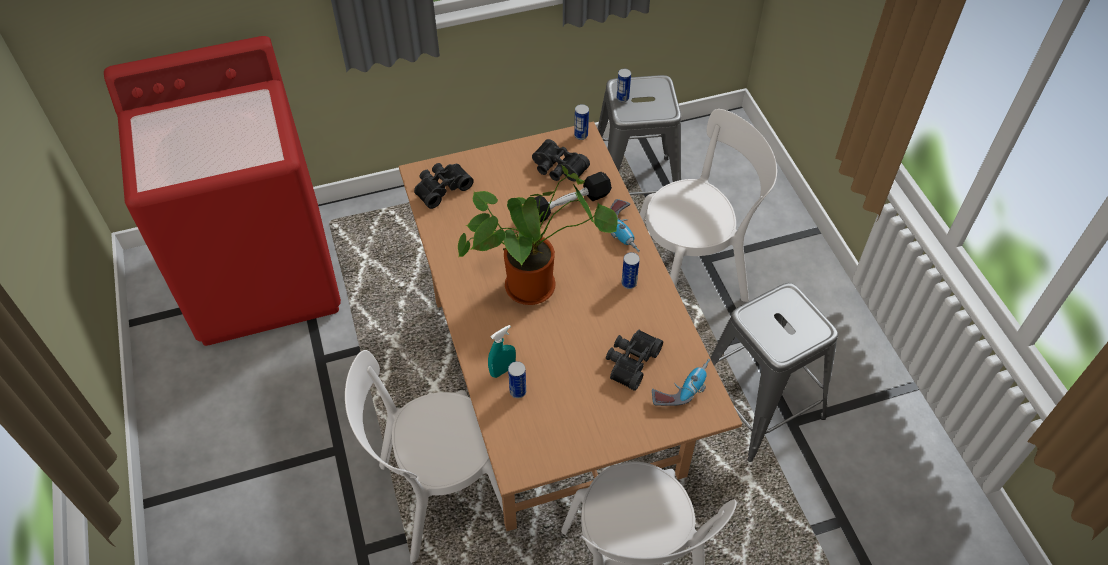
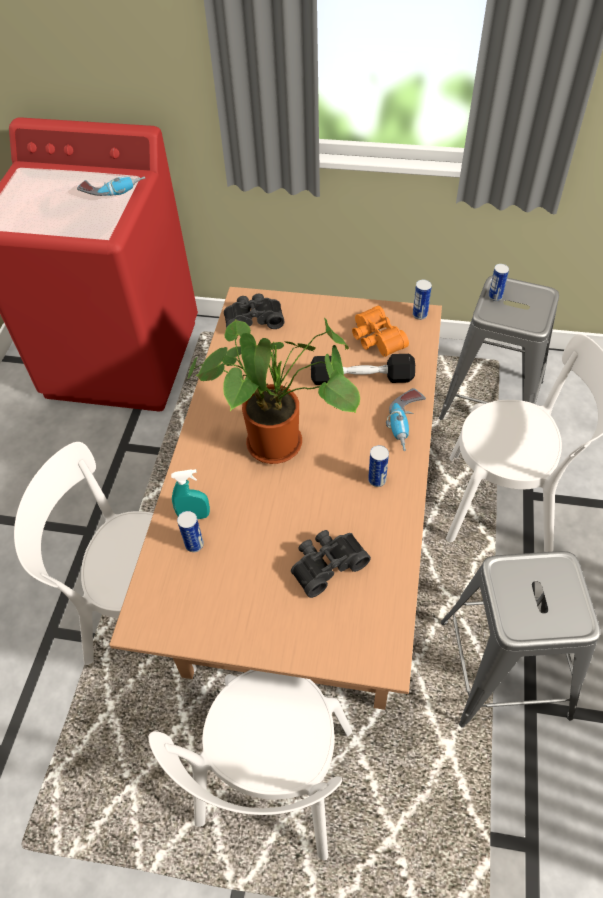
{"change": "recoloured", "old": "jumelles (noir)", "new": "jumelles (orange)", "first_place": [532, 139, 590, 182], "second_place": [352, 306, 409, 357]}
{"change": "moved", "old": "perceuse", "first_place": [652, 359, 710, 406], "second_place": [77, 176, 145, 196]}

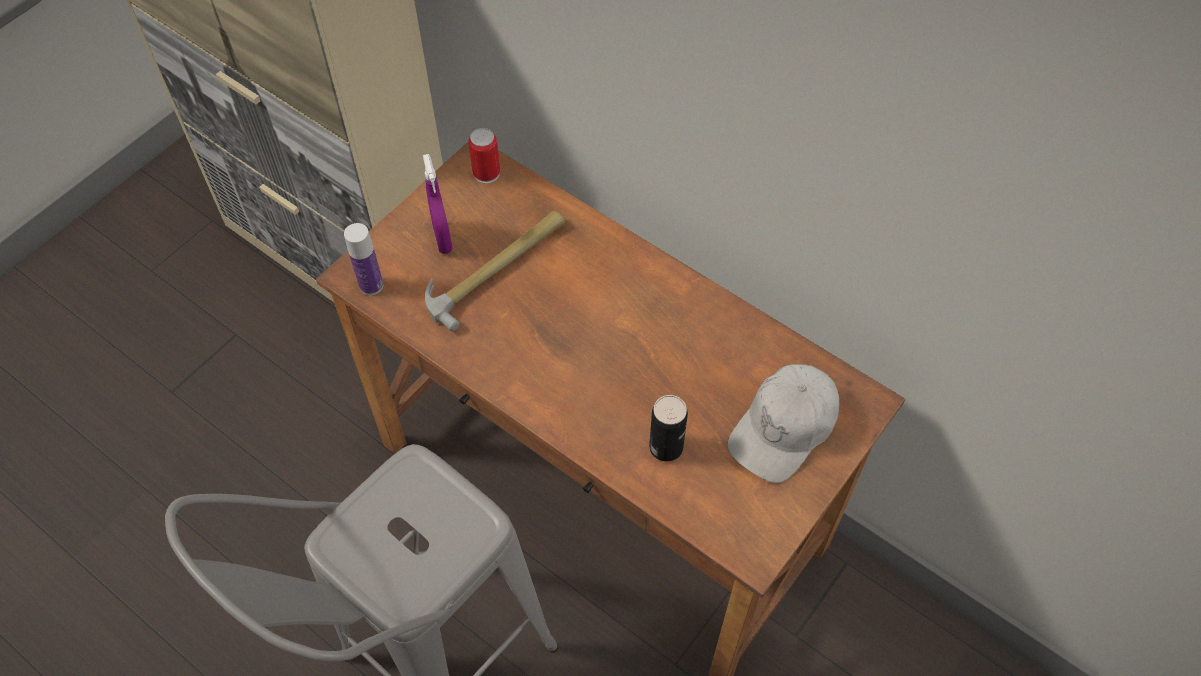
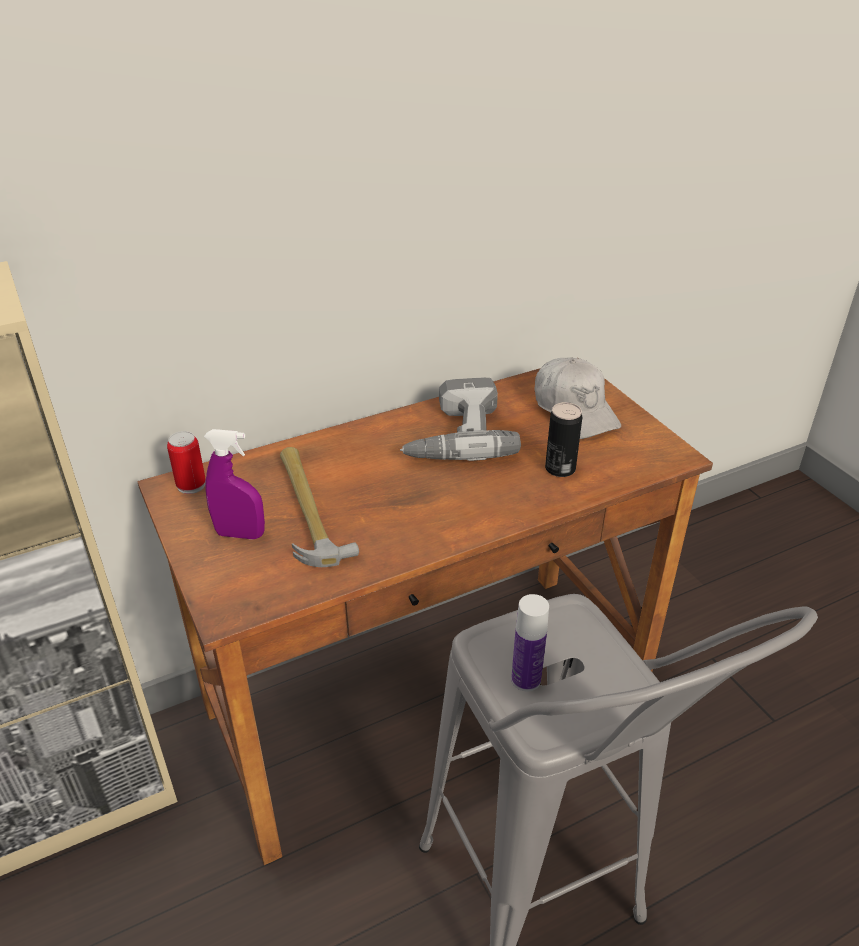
{"change": "moved", "old": "bouteille", "first_place": [344, 223, 383, 295], "second_place": [511, 594, 549, 692]}
{"change": "added", "new": "perceuse", "second_place": [400, 377, 521, 461]}

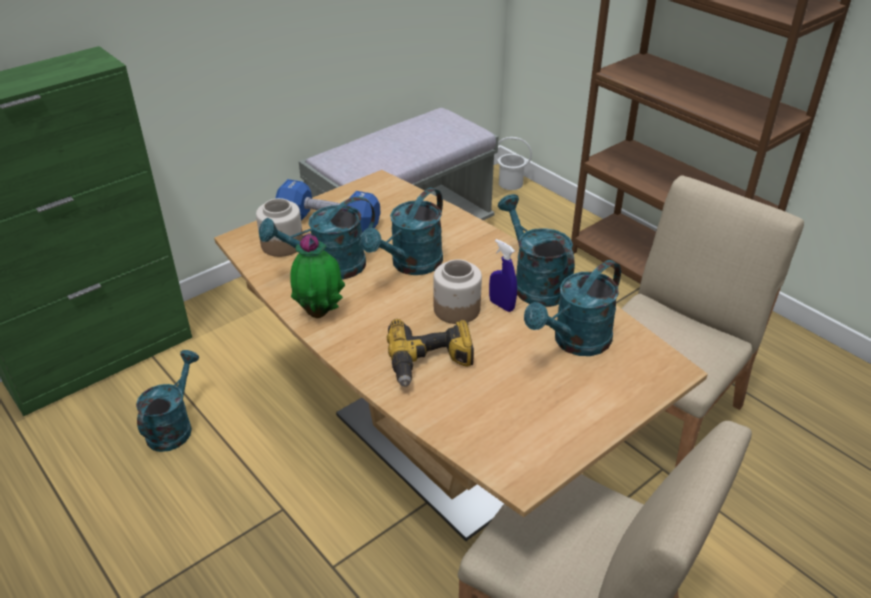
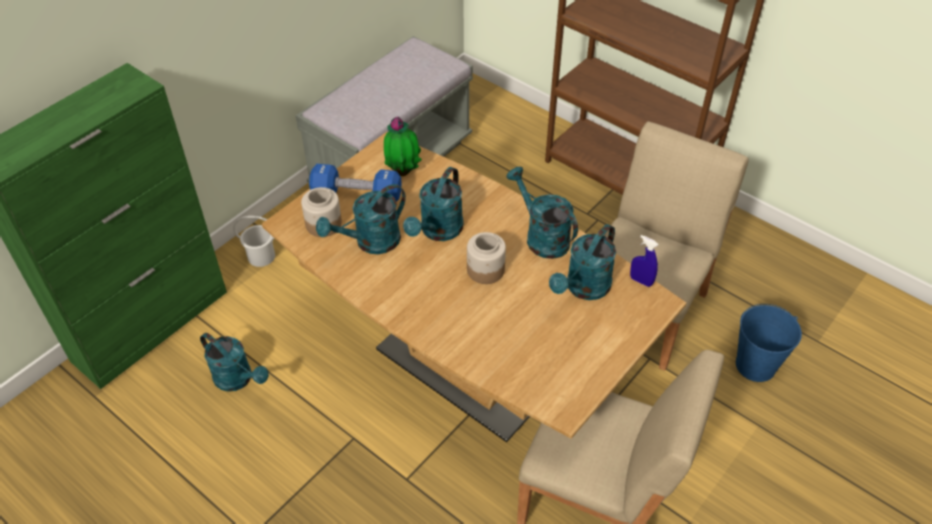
{"change": "moved", "old": "seau (blanc)", "first_place": [494, 137, 532, 190], "second_place": [233, 216, 275, 267]}
{"change": "moved", "old": "plante en pot", "first_place": [290, 233, 345, 318], "second_place": [384, 117, 422, 176]}
{"change": "moved", "old": "vaporisateur (bleu)", "first_place": [489, 239, 517, 312], "second_place": [630, 235, 659, 287]}
{"change": "removed", "old": "perceuse", "first_place": [387, 319, 474, 387]}
{"change": "turned", "old": "arrosoir (turquoise)", "first_place": [136, 350, 199, 452], "second_place": [200, 333, 269, 392], "degrees": 120}
{"change": "added", "new": "seau (bleu)", "second_place": [736, 304, 802, 382]}

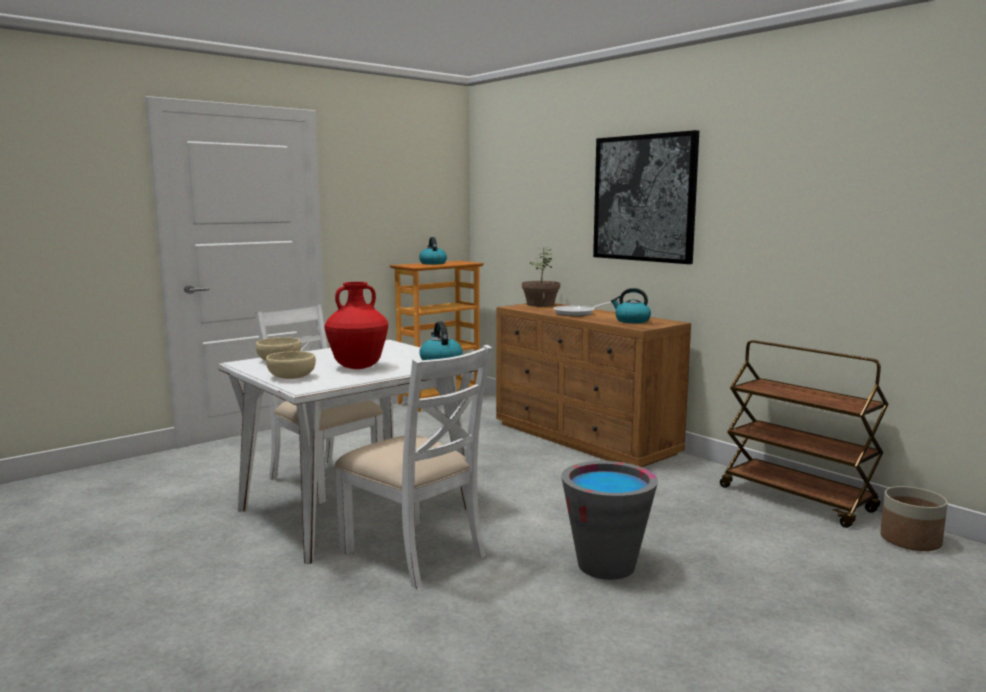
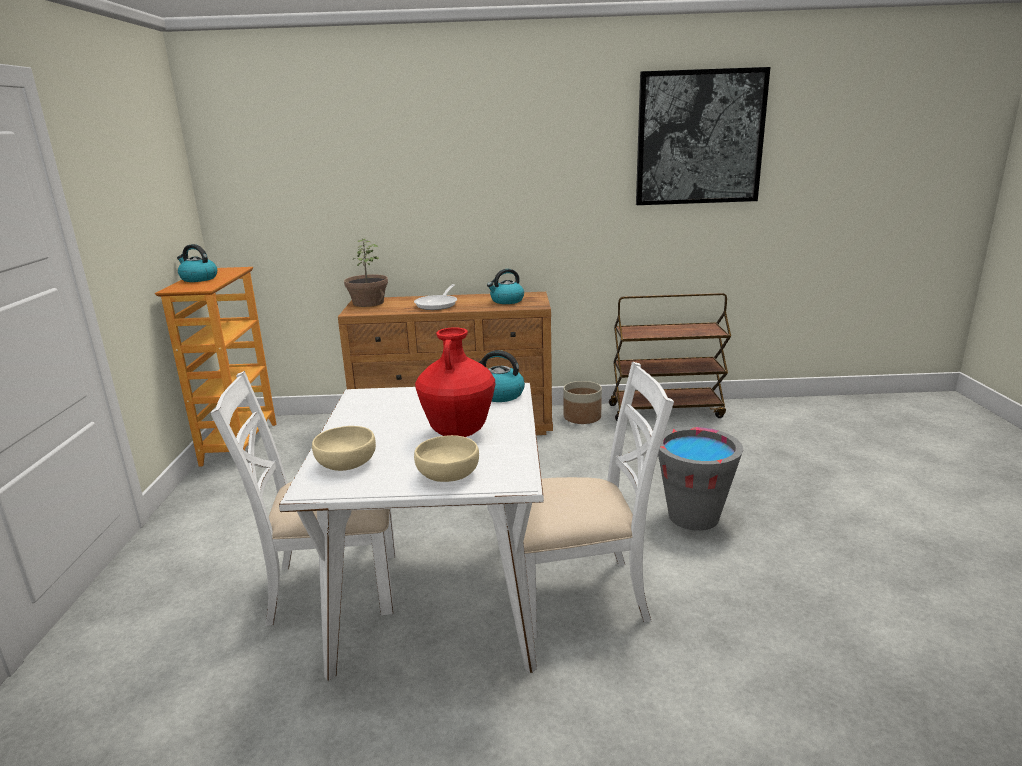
{"change": "moved", "old": "tableau", "first_place": [593, 130, 699, 264], "second_place": [636, 67, 770, 205]}
{"change": "moved", "old": "cache-pot", "first_place": [880, 486, 948, 551], "second_place": [563, 381, 602, 424]}

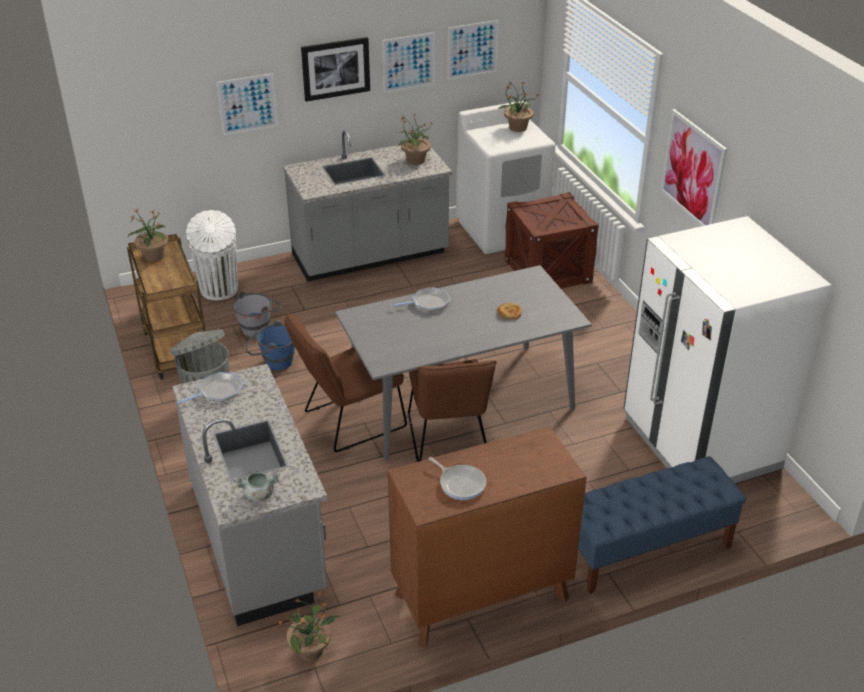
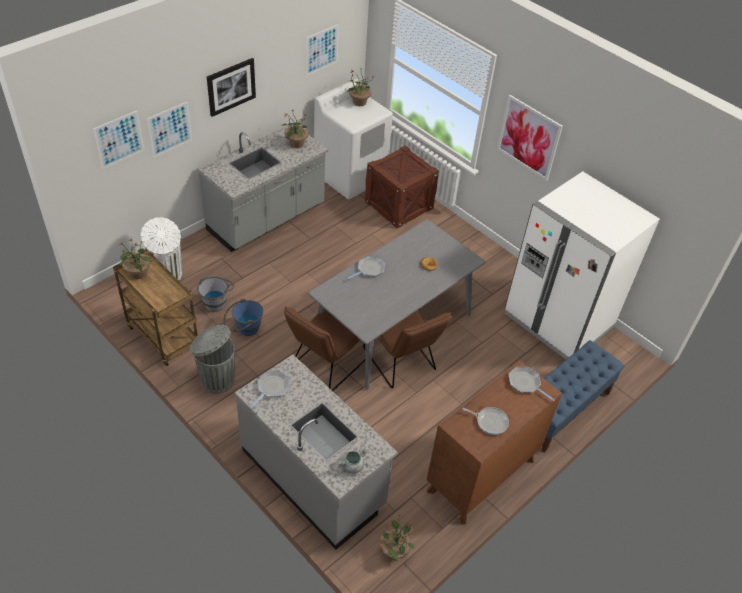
{"change": "moved", "old": "tableau", "first_place": [382, 32, 434, 93], "second_place": [93, 111, 144, 169]}
{"change": "added", "new": "poêle", "second_place": [509, 367, 554, 401]}

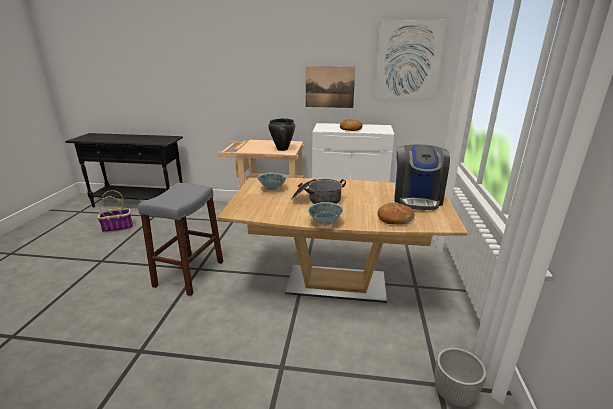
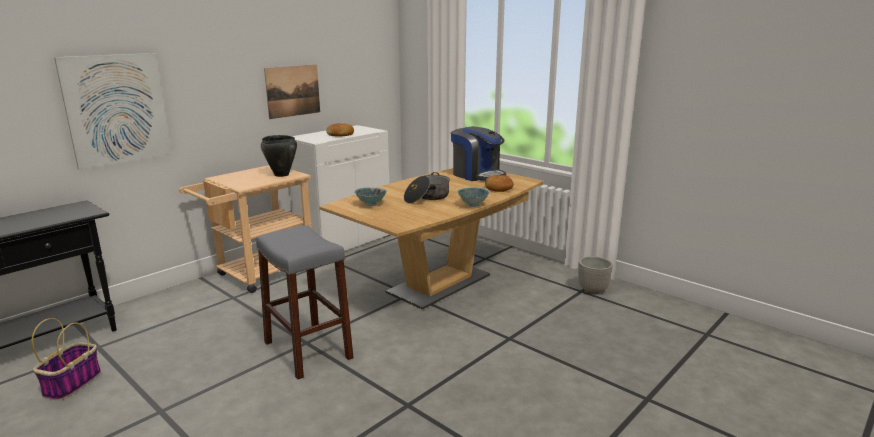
{"change": "moved", "old": "tableau", "first_place": [374, 20, 446, 98], "second_place": [54, 53, 172, 170]}

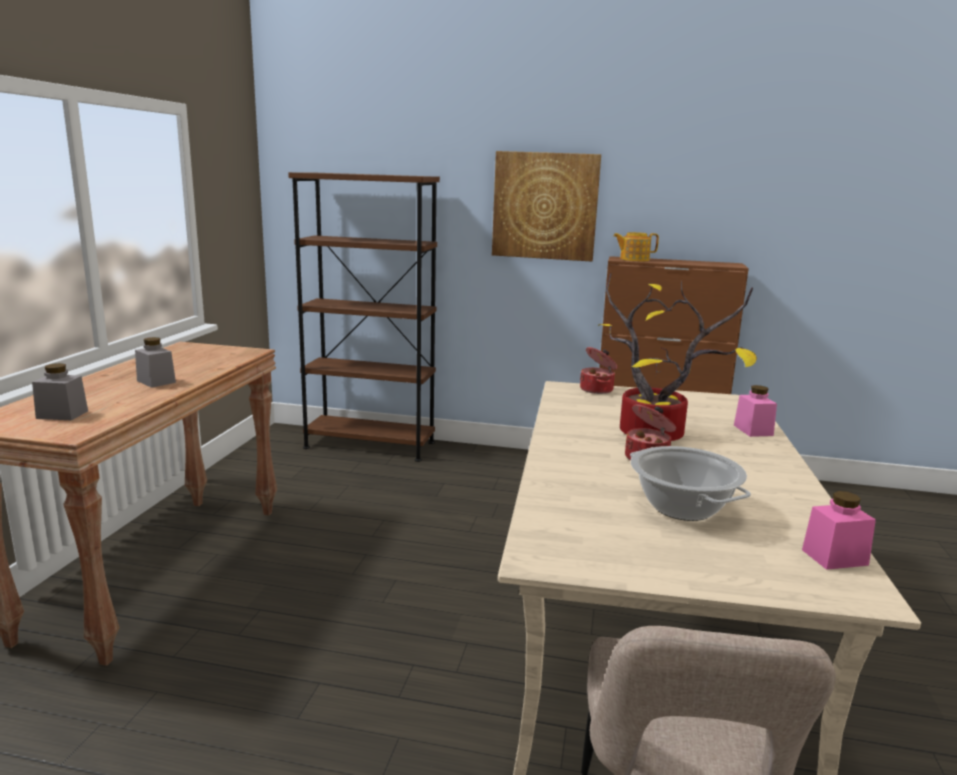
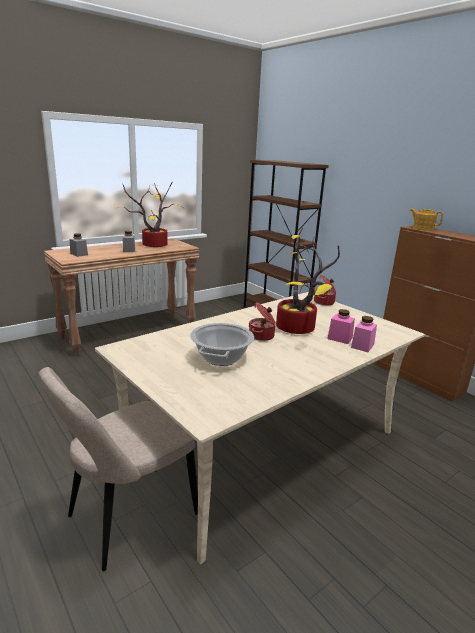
{"change": "removed", "old": "tableau", "first_place": [492, 151, 601, 262]}
{"change": "moved", "old": "bocal (rose)", "first_place": [802, 491, 876, 570], "second_place": [328, 309, 355, 344]}
{"change": "added", "new": "plante en pot", "second_place": [116, 182, 184, 247]}

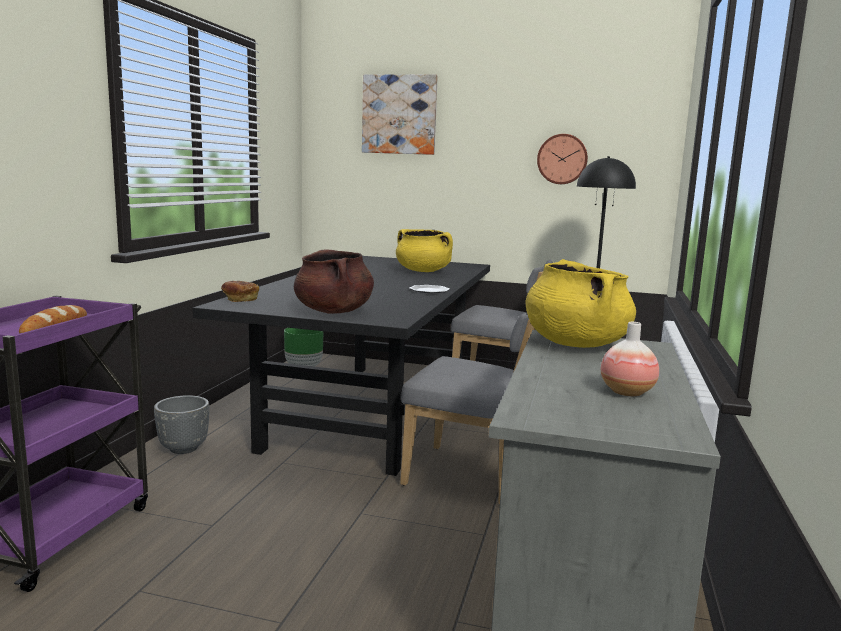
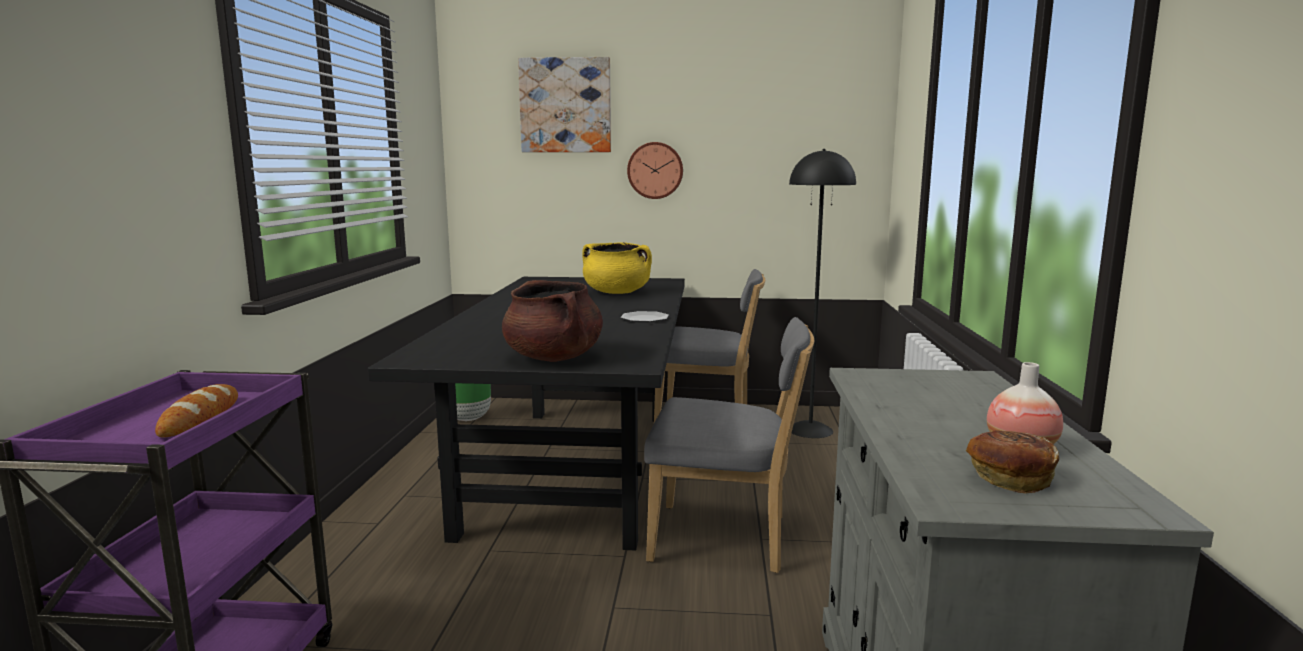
{"change": "moved", "old": "horloge murale", "first_place": [537, 134, 588, 184], "second_place": [627, 142, 683, 199]}
{"change": "removed", "old": "marmite (jaune)", "first_place": [525, 259, 636, 348]}
{"change": "moved", "old": "pain", "first_place": [221, 281, 259, 302], "second_place": [966, 430, 1059, 493]}
{"change": "removed", "old": "cache-pot (gris)", "first_place": [154, 395, 209, 454]}

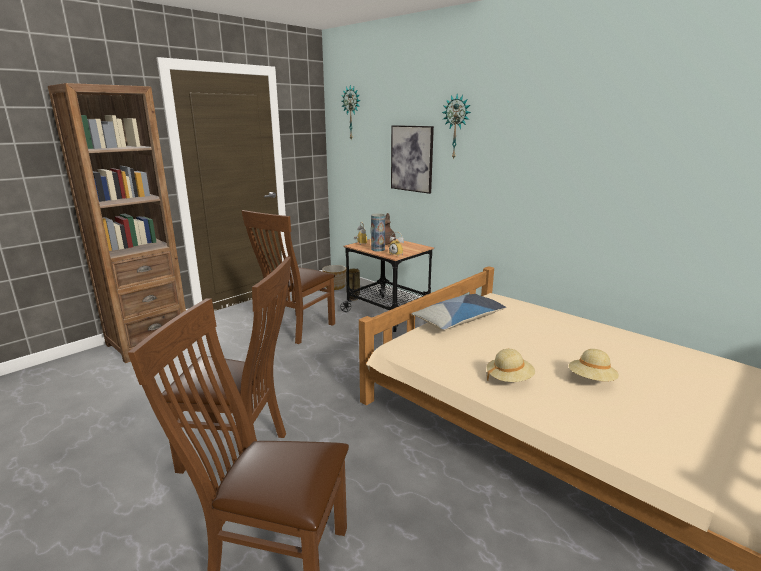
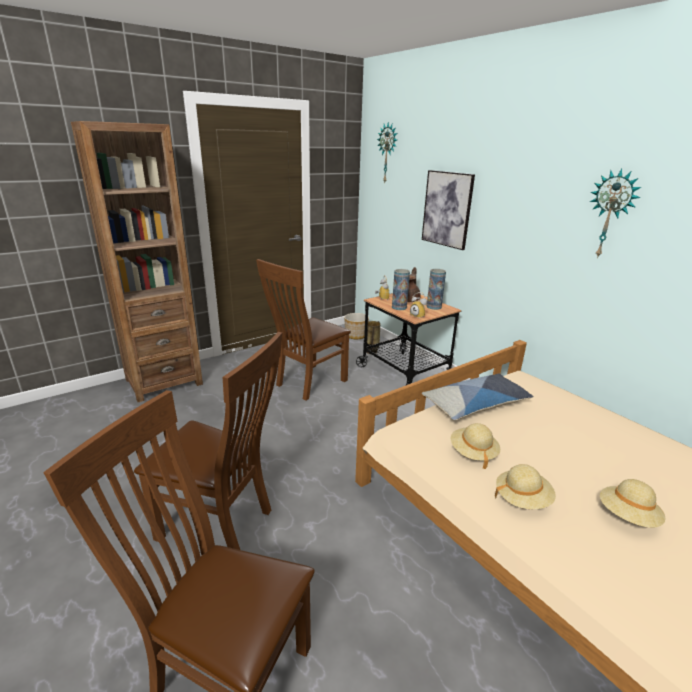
{"change": "moved", "old": "horloge murale", "first_place": [442, 94, 471, 160], "second_place": [590, 168, 641, 258]}
{"change": "added", "new": "vase", "second_place": [427, 269, 446, 310]}
{"change": "added", "new": "chapeau (beige)", "second_place": [450, 423, 500, 469]}

